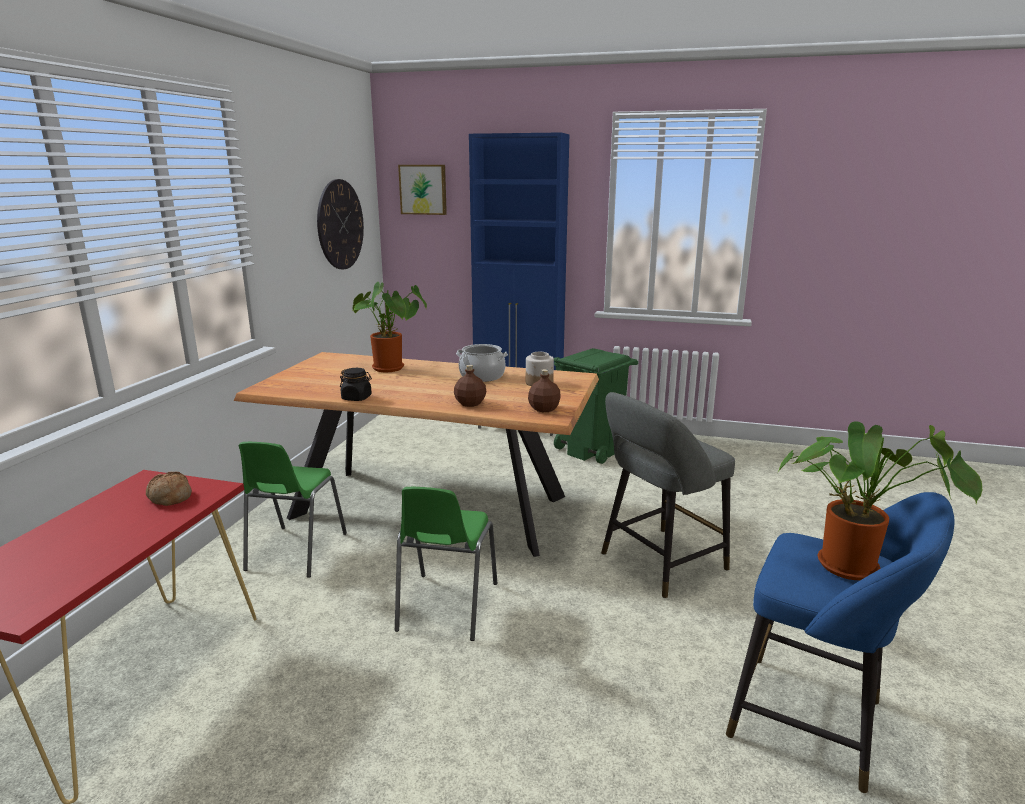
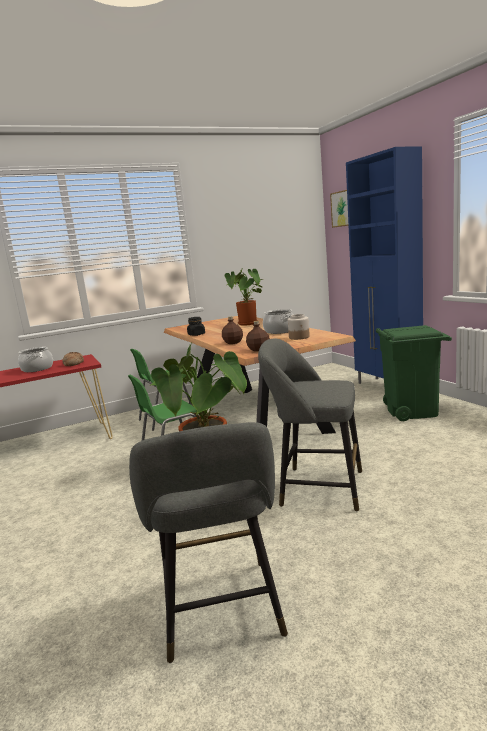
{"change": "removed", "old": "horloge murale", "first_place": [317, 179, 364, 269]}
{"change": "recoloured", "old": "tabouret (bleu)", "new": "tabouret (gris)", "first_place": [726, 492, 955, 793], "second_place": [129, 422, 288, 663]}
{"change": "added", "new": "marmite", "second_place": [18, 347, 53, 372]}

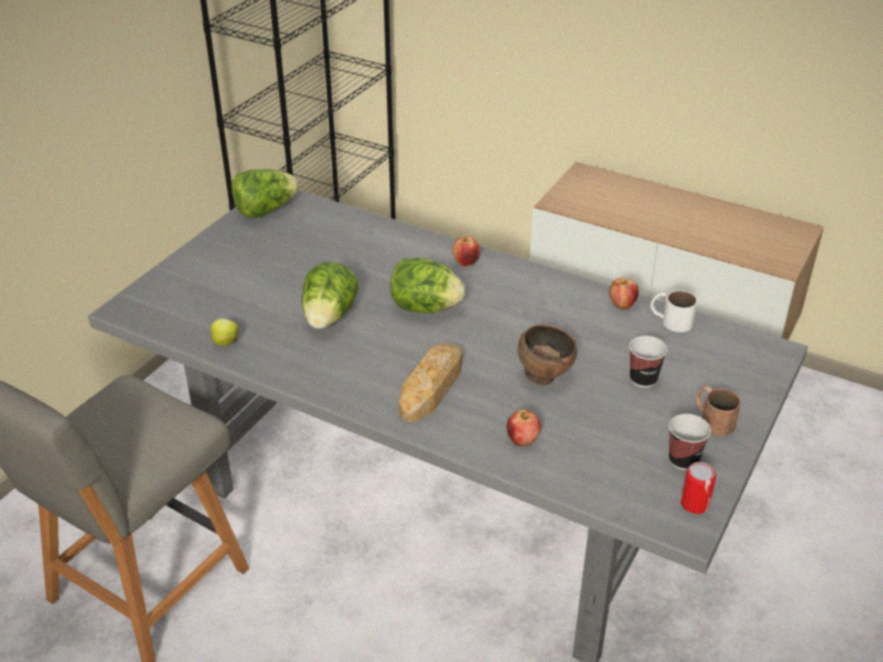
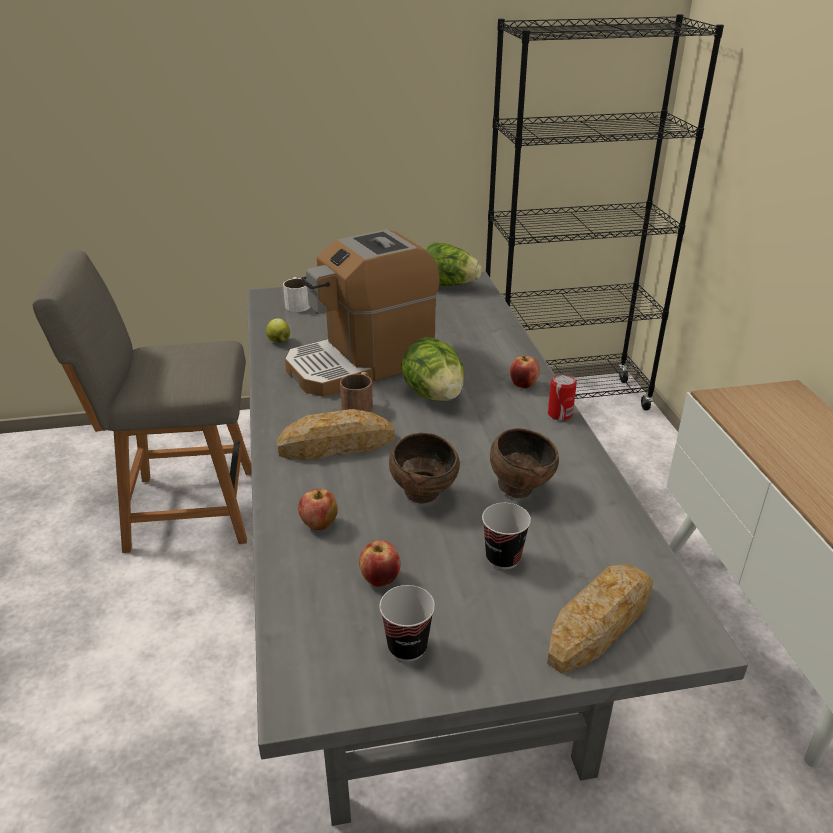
{"change": "replaced", "old": "laitue", "new": "machine à café", "first_place": [301, 262, 359, 329], "second_place": [285, 229, 440, 397]}
{"change": "moved", "old": "pomme", "first_place": [609, 278, 639, 309], "second_place": [359, 540, 401, 587]}
{"change": "moved", "old": "mug (blanc)", "first_place": [651, 290, 697, 332], "second_place": [283, 277, 310, 312]}
{"change": "moved", "old": "mug (marron)", "first_place": [696, 386, 741, 436], "second_place": [340, 372, 373, 412]}
{"change": "moved", "old": "boîte métallique", "first_place": [681, 462, 716, 514], "second_place": [548, 373, 577, 421]}
{"change": "added", "new": "bol (marron)", "second_place": [490, 428, 559, 498]}
{"change": "added", "new": "pain", "second_place": [547, 564, 653, 674]}

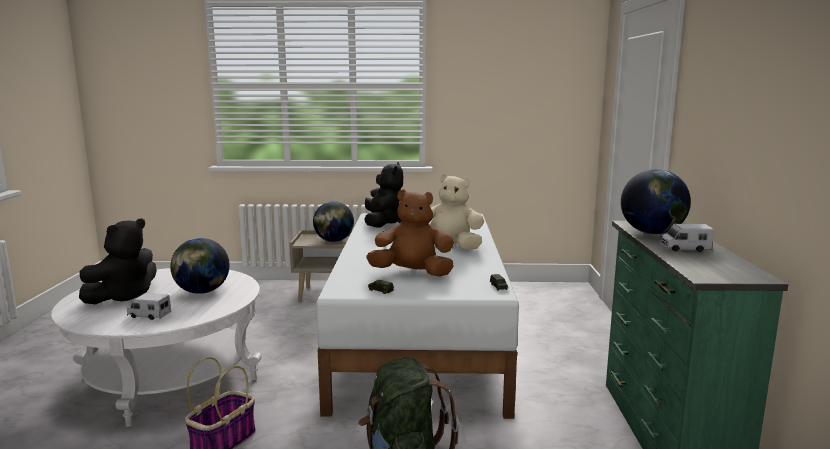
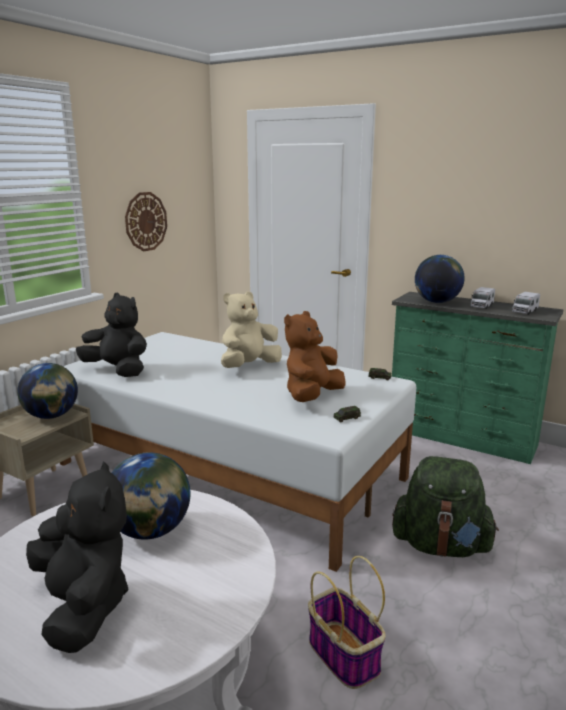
{"change": "moved", "old": "camion jouet", "first_place": [127, 293, 171, 320], "second_place": [512, 292, 540, 314]}
{"change": "added", "new": "horloge murale", "second_place": [125, 192, 167, 251]}

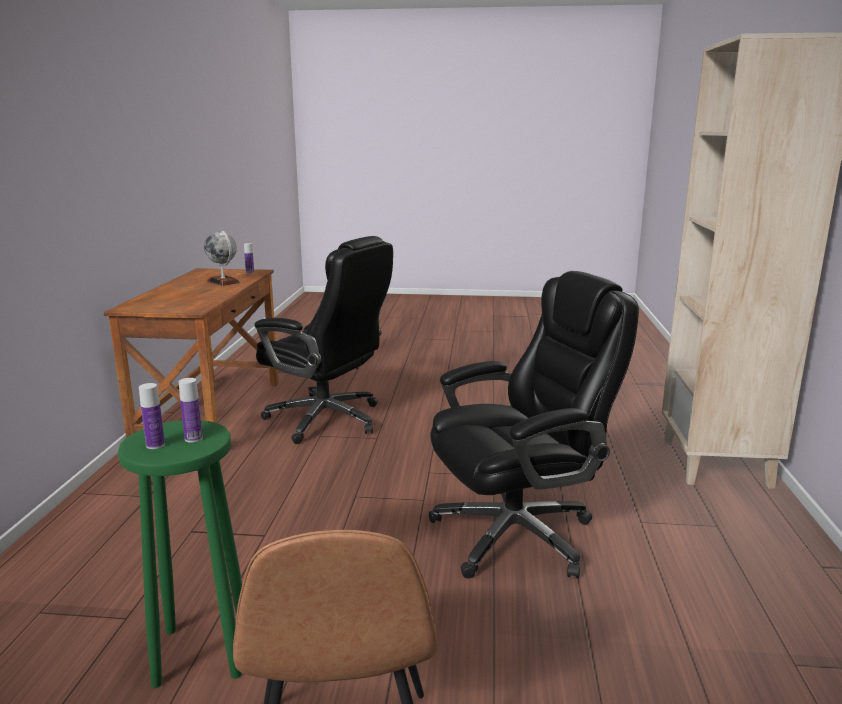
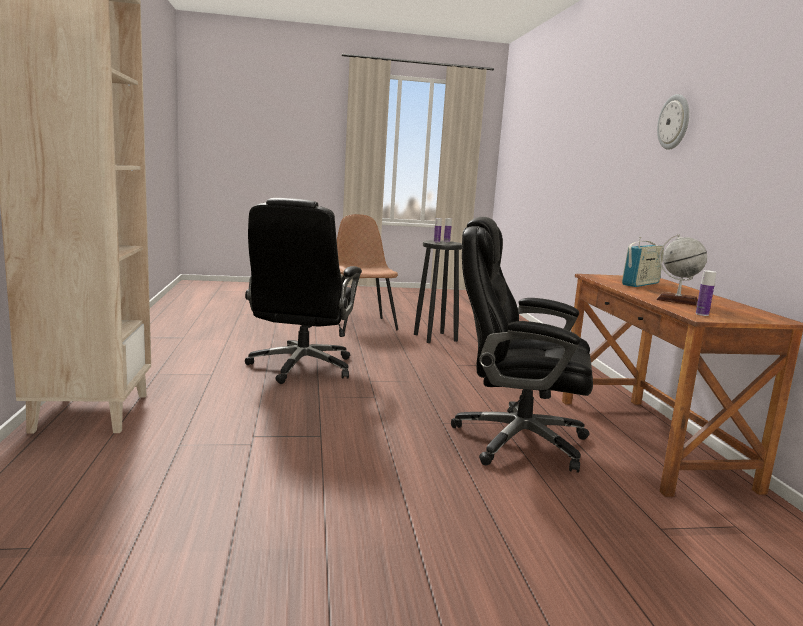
{"change": "turned", "old": "chaise de bureau (noir)", "first_place": [429, 271, 639, 578], "second_place": [245, 198, 362, 384], "degrees": -45}
{"change": "recoloured", "old": "tabouret (vert)", "new": "tabouret (noir)", "first_place": [118, 420, 242, 688], "second_place": [414, 240, 462, 343]}
{"change": "added", "new": "horloge murale", "second_place": [657, 94, 689, 150]}
{"change": "added", "new": "radio", "second_place": [622, 237, 664, 287]}

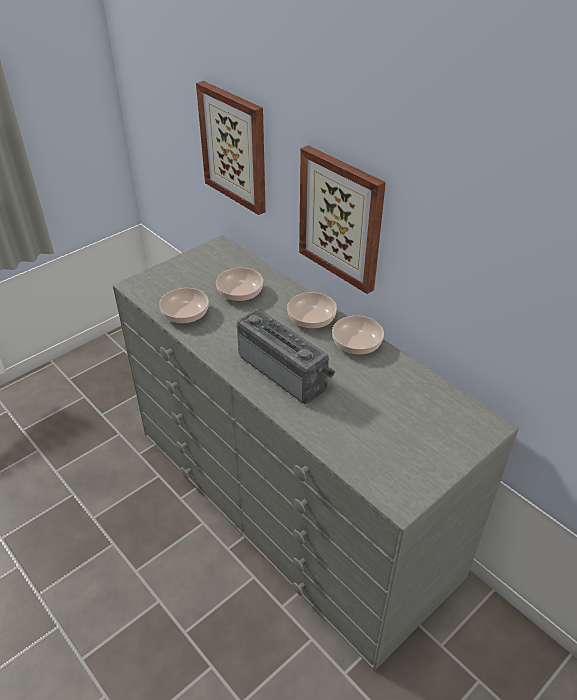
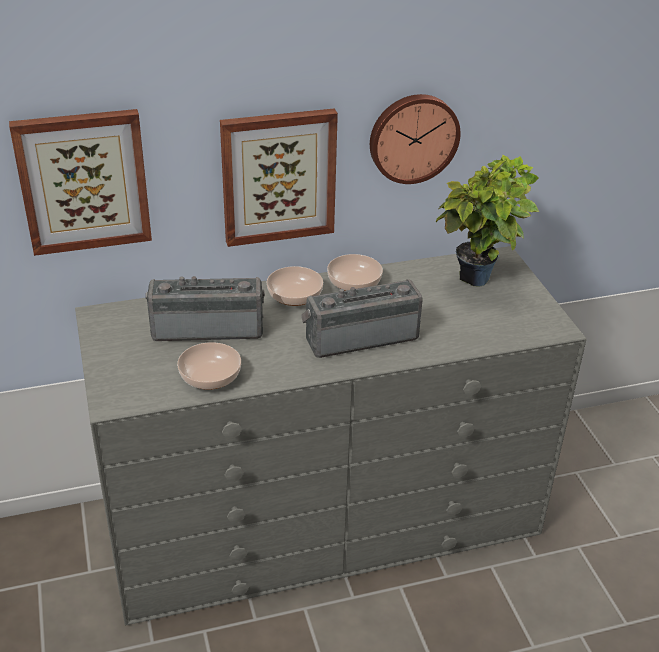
{"change": "replaced", "old": "bol", "new": "radio", "first_place": [216, 268, 263, 302], "second_place": [145, 276, 265, 341]}
{"change": "added", "new": "horloge murale", "second_place": [370, 94, 461, 184]}
{"change": "added", "new": "plante en pot", "second_place": [436, 155, 539, 287]}

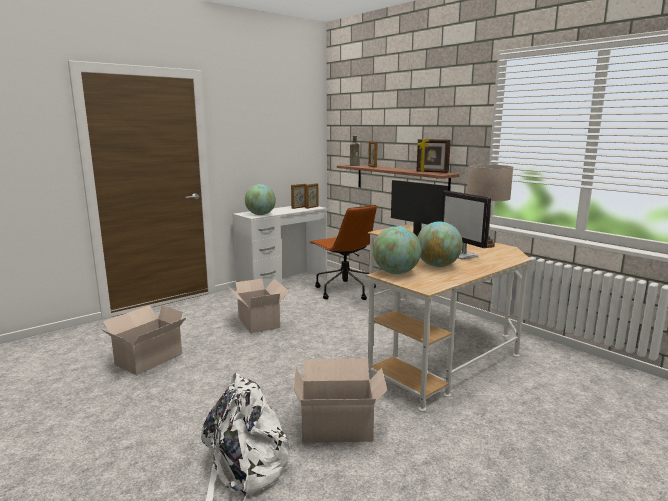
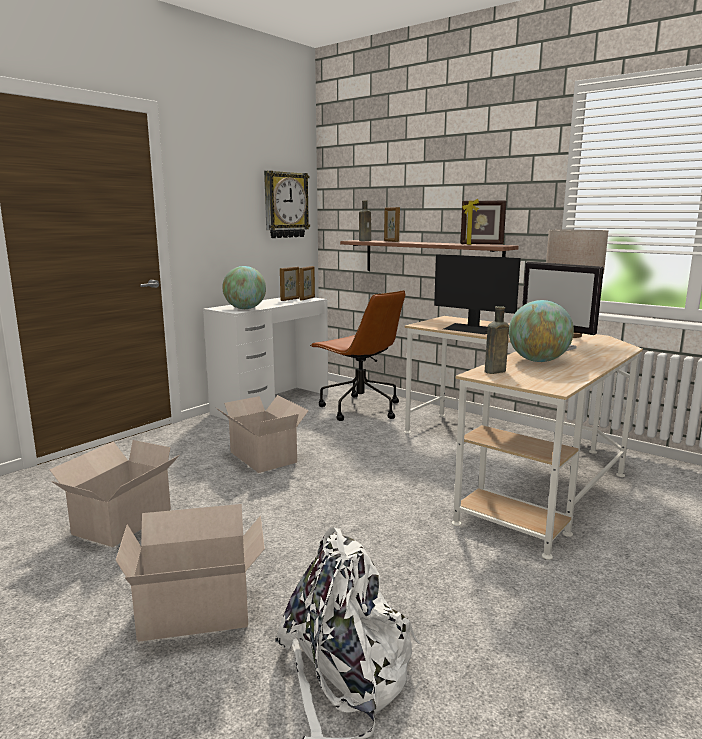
{"change": "replaced", "old": "globe", "new": "bouteille (marron)", "first_place": [373, 226, 421, 274], "second_place": [485, 306, 509, 374]}
{"change": "moved", "old": "carton", "first_place": [293, 359, 388, 443], "second_place": [115, 504, 265, 642]}
{"change": "added", "new": "horloge murale", "second_place": [264, 171, 310, 238]}

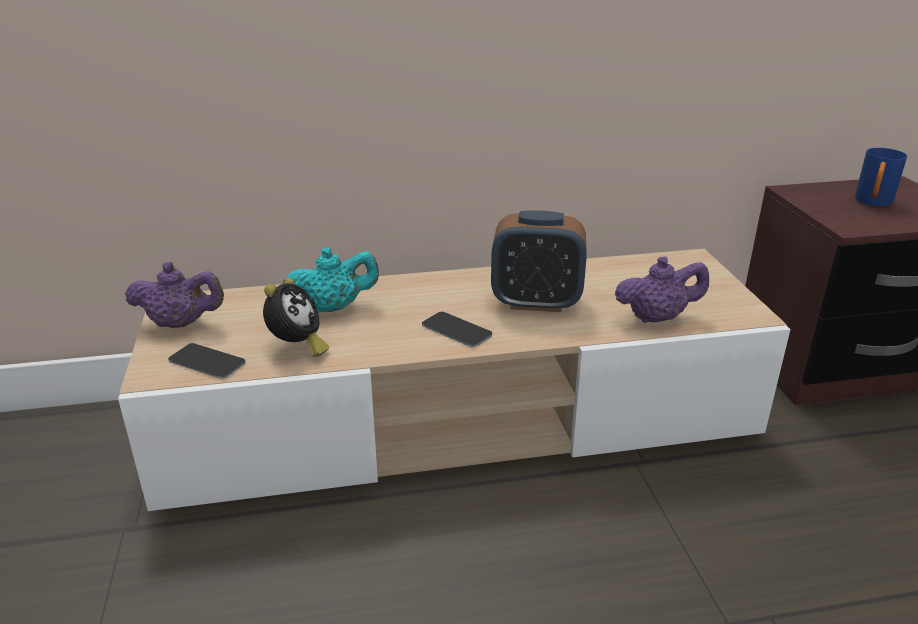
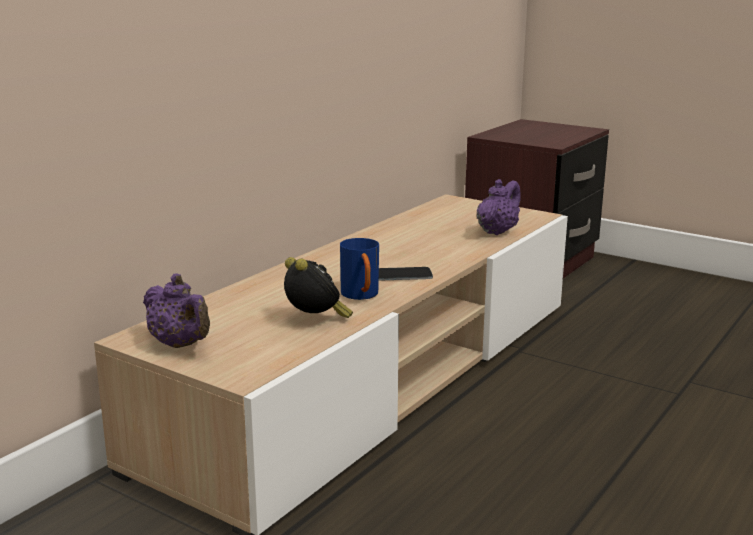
{"change": "moved", "old": "mug (bleu)", "first_place": [855, 148, 907, 206], "second_place": [340, 238, 379, 300]}
{"change": "removed", "old": "réveil", "first_place": [491, 210, 587, 312]}
{"change": "removed", "old": "théière (turquoise)", "first_place": [286, 247, 379, 313]}
{"change": "turned", "old": "théière (violet)", "first_place": [125, 262, 224, 328], "second_place": [143, 273, 210, 348], "degrees": 90}
{"change": "removed", "old": "téléphone", "first_place": [168, 343, 246, 379]}

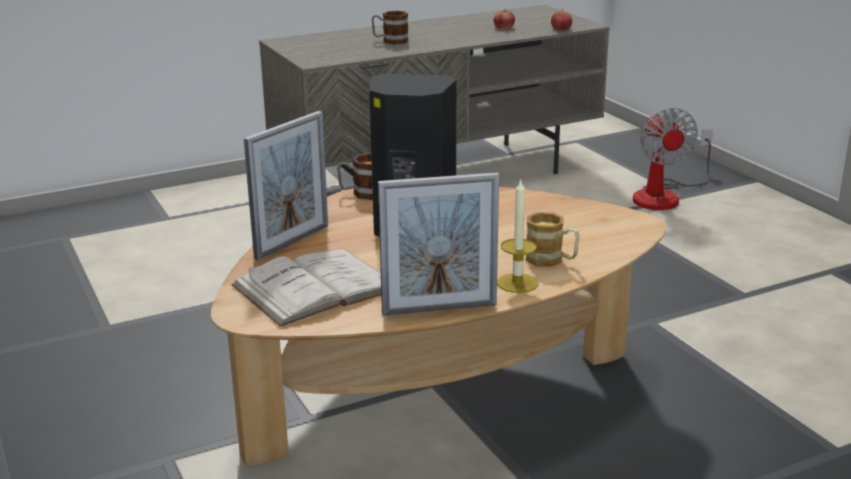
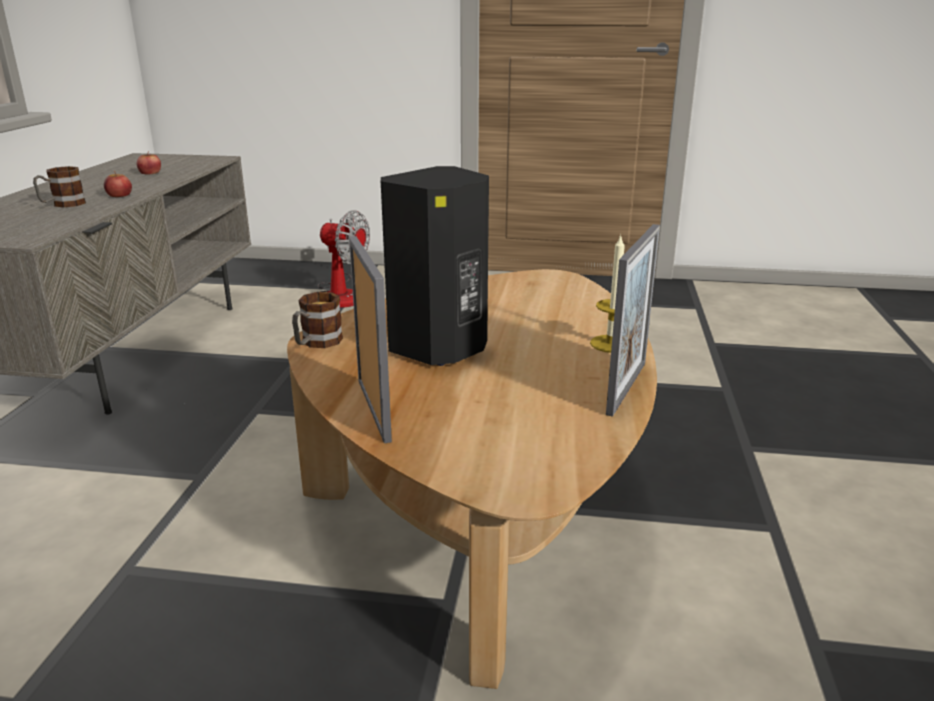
{"change": "moved", "old": "pomme", "first_place": [551, 8, 572, 30], "second_place": [104, 171, 132, 197]}
{"change": "removed", "old": "mug", "first_place": [525, 212, 580, 267]}
{"change": "removed", "old": "livre (blanc)", "first_place": [231, 249, 381, 327]}

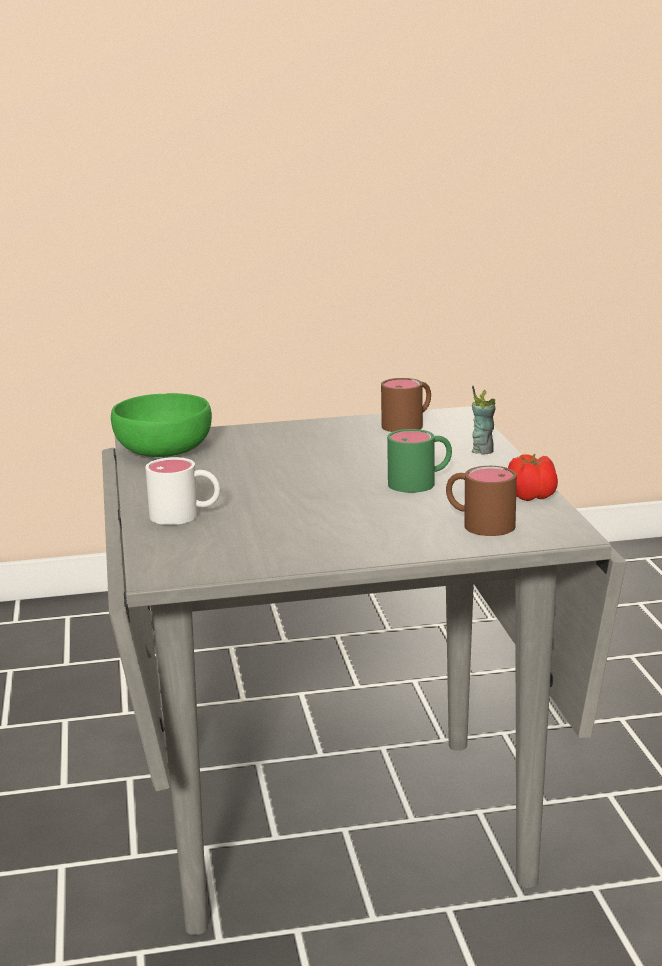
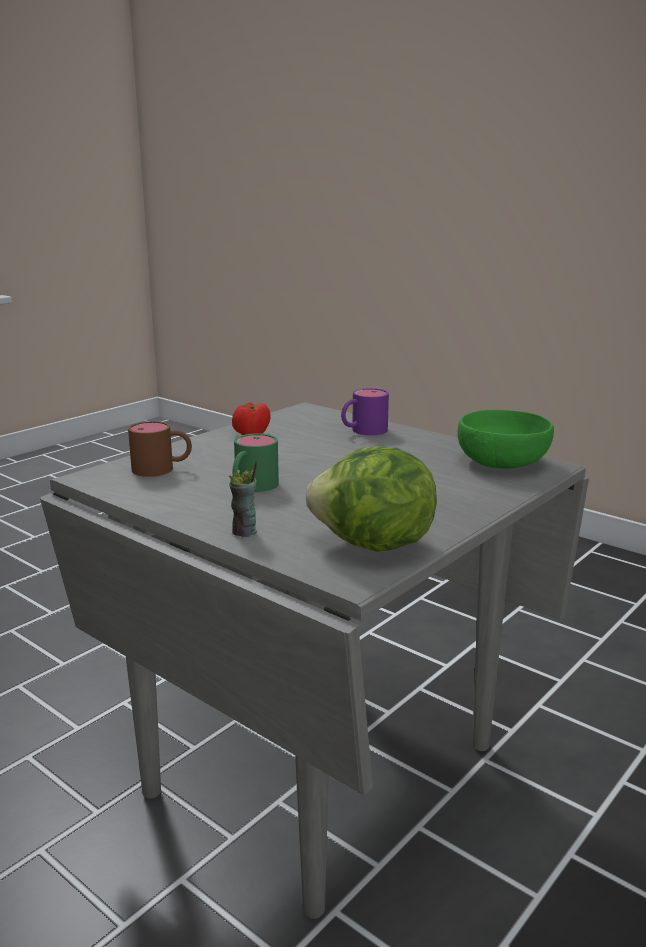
{"change": "replaced", "old": "mug (marron)", "new": "laitue", "first_place": [381, 378, 431, 432], "second_place": [306, 446, 437, 552]}
{"change": "moved", "old": "tomate", "first_place": [508, 454, 558, 501], "second_place": [232, 402, 271, 435]}
{"change": "recoloured", "old": "mug (blanc)", "new": "mug (violet)", "first_place": [145, 457, 220, 525], "second_place": [341, 388, 389, 435]}

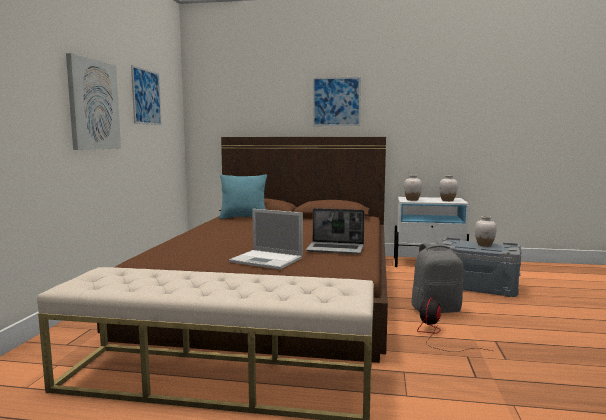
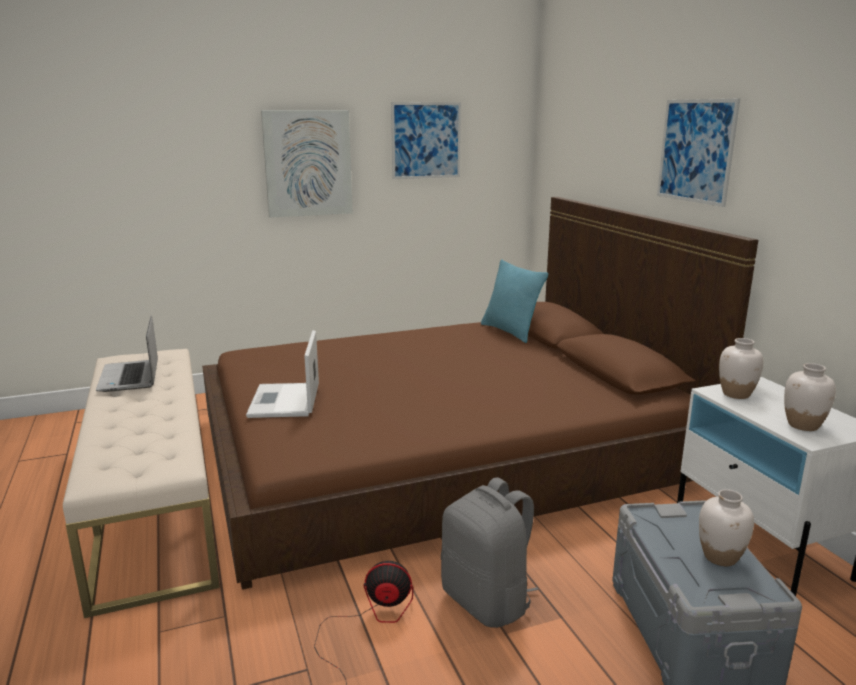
{"change": "moved", "old": "ordinateur portable", "first_place": [306, 208, 365, 254], "second_place": [96, 316, 158, 392]}

